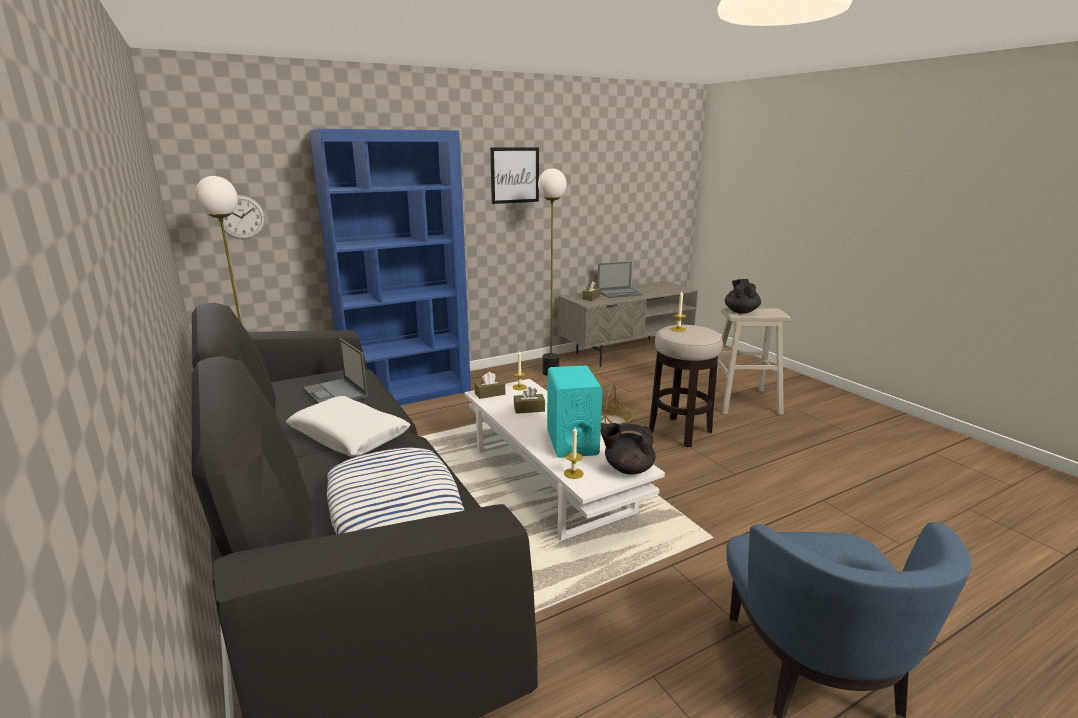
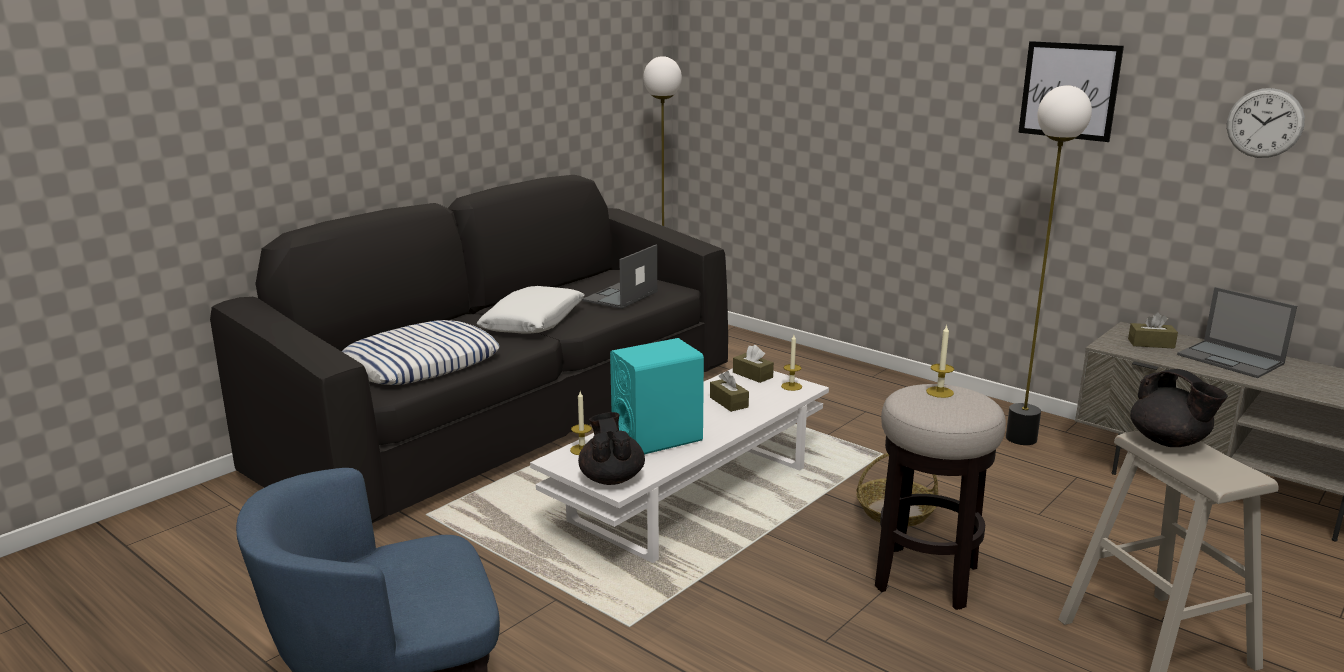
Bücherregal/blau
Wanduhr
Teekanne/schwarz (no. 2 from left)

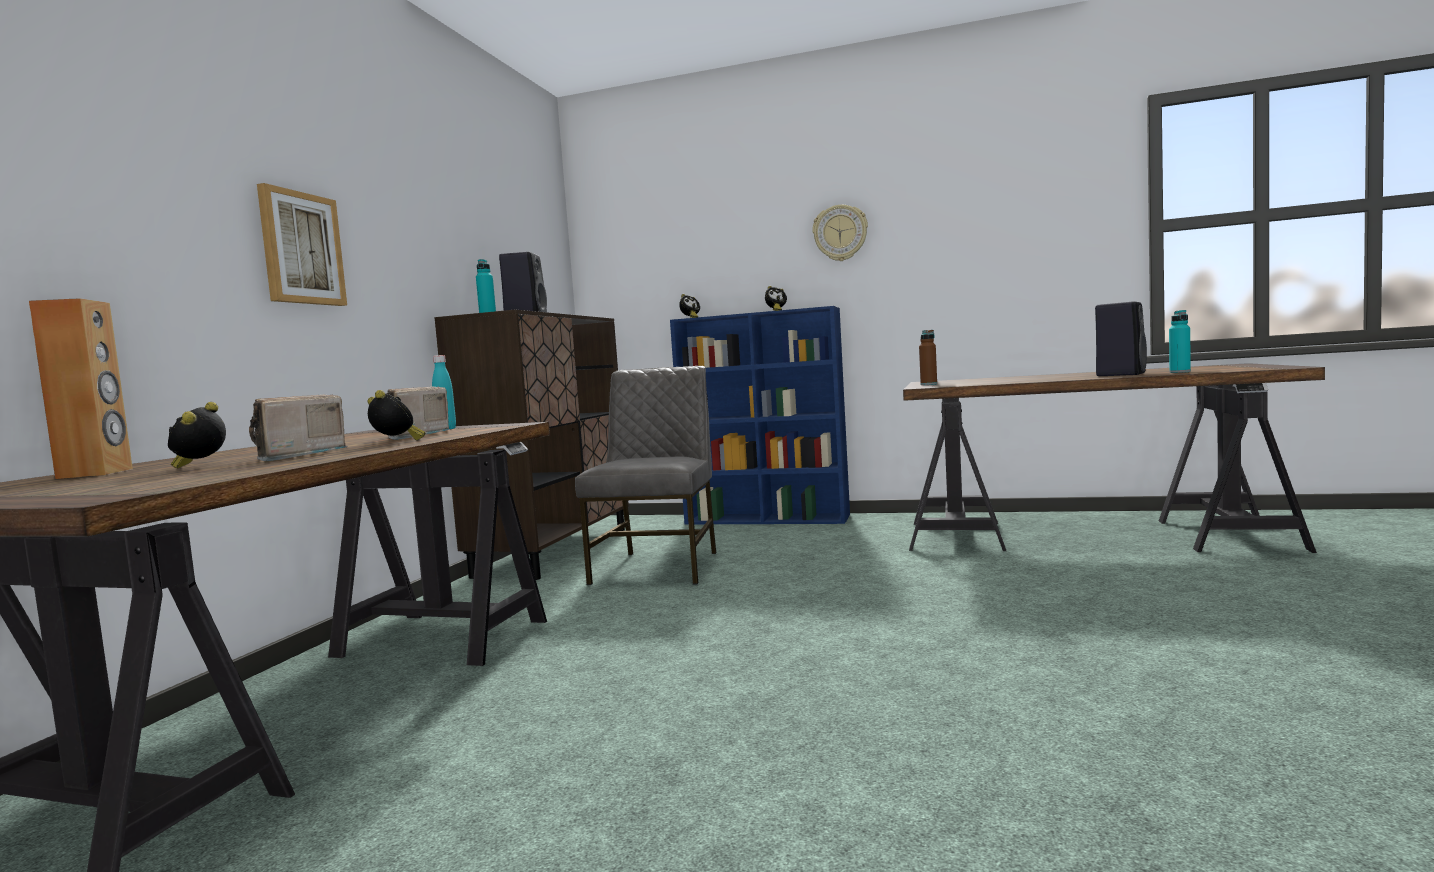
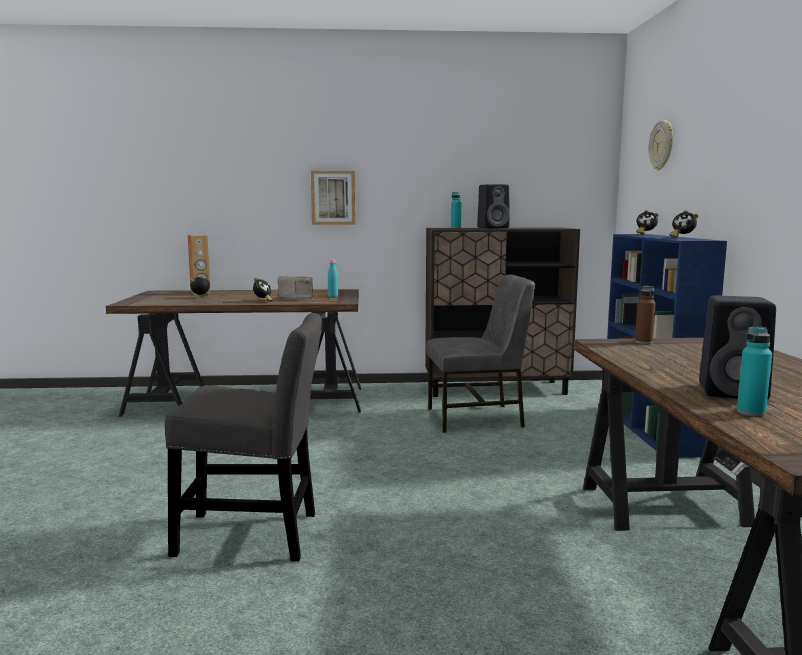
Radio (no. 1 from left in the first image)
Stuhl/grau (no. 1 from left)
Wanduhr

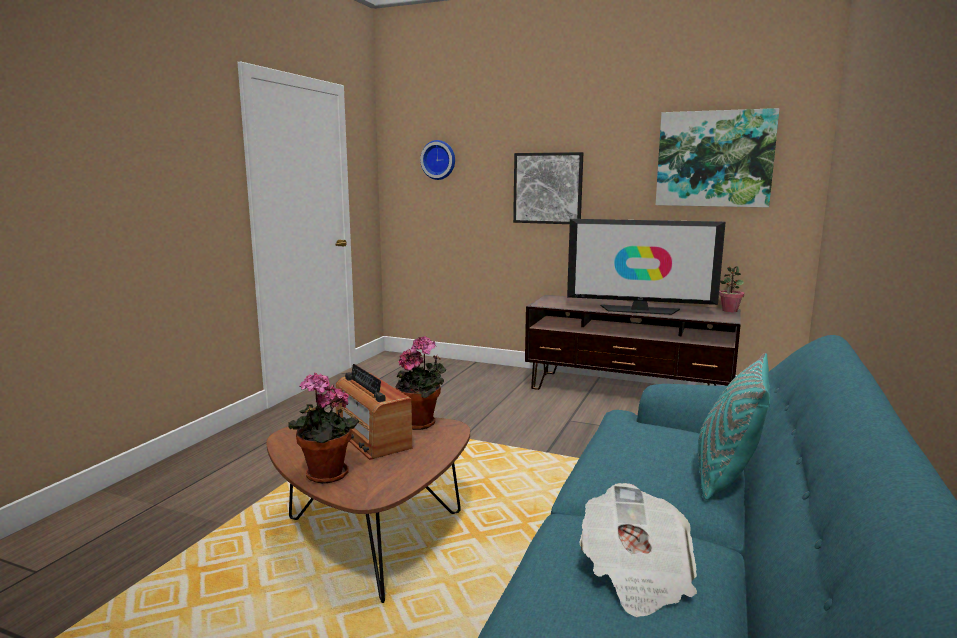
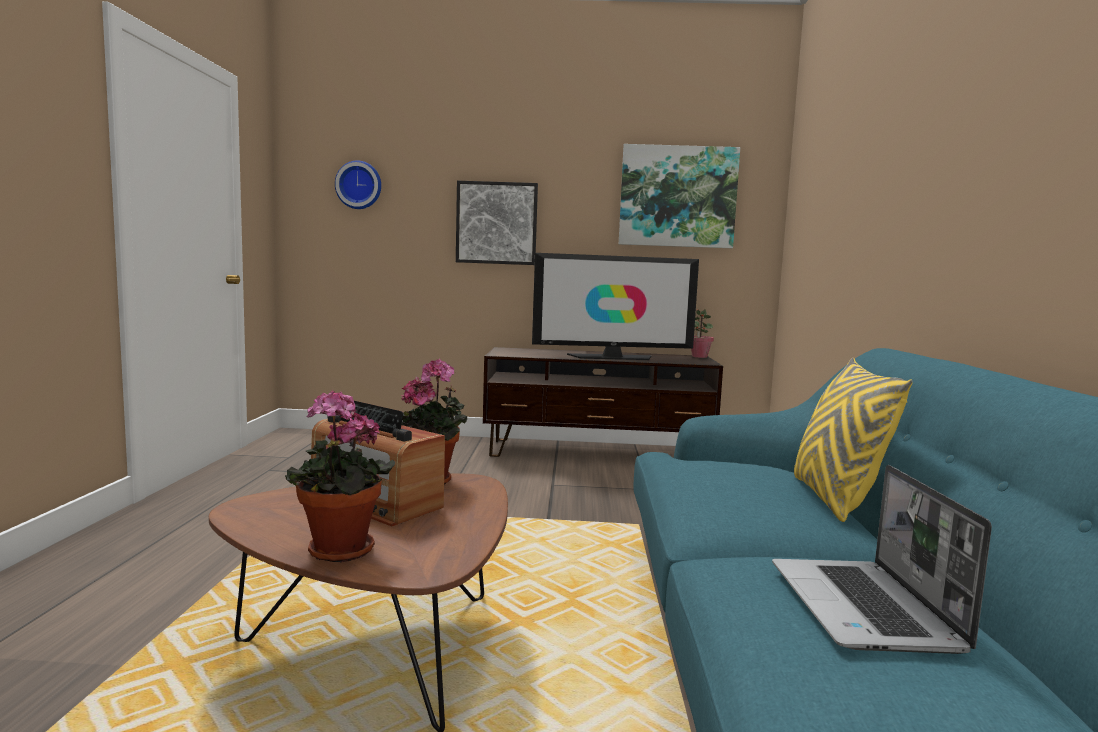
Laptop
Kissen/gelb

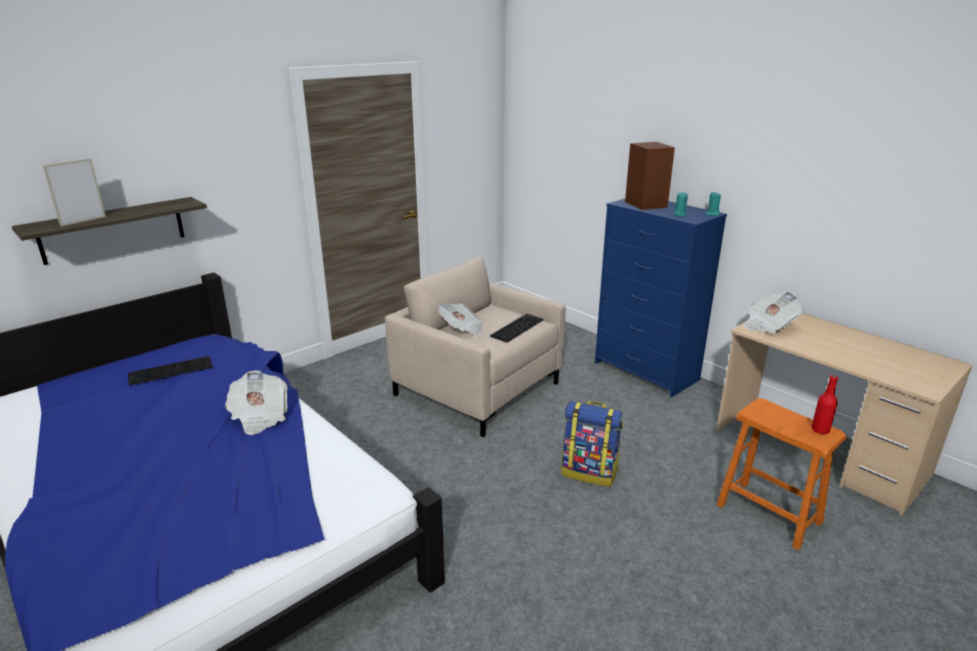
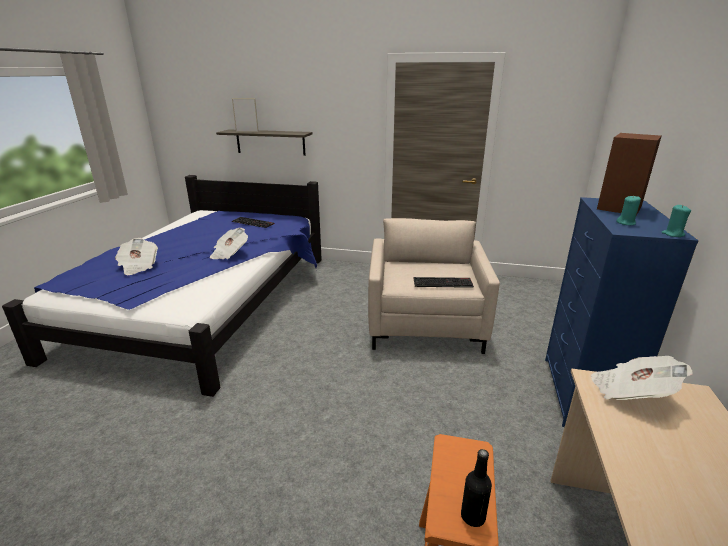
Rucksack
Zeitung (no. 1 from left)
Flasche/schwarz

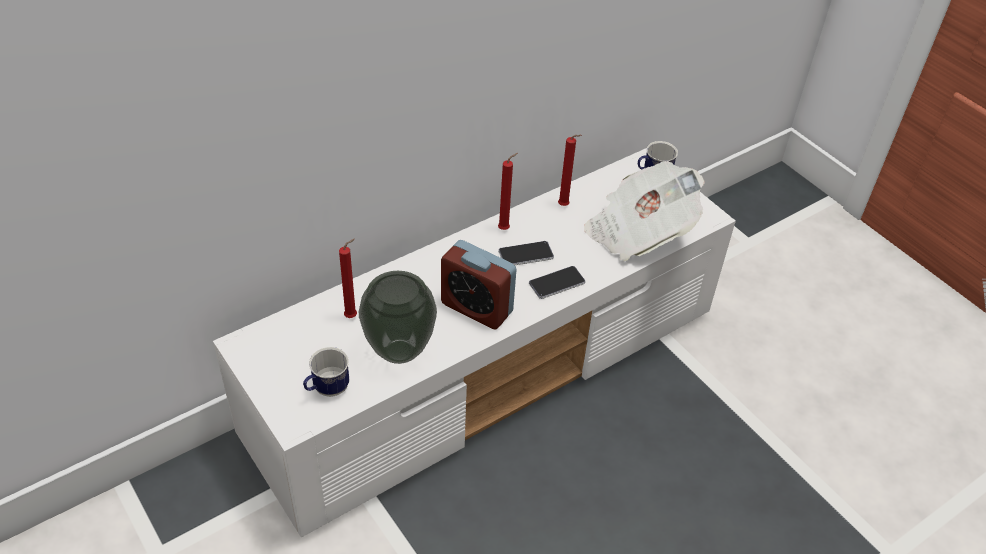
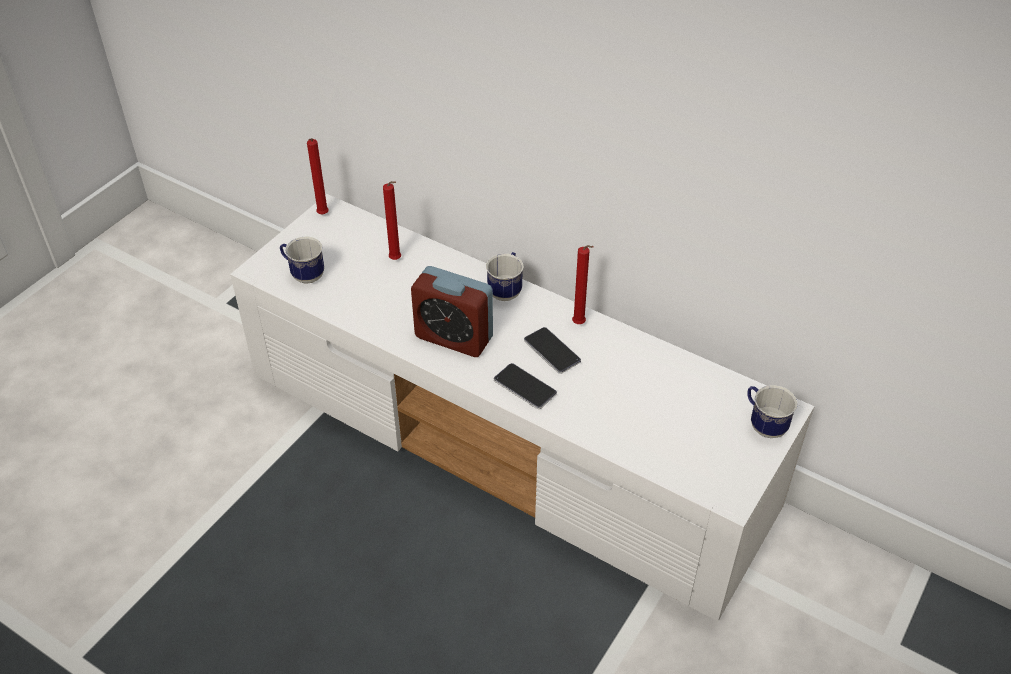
Vase
Zeitung
Henkelbecher (no. 2 from left)
Kerze/rot (no. 1 from left)
Wecker

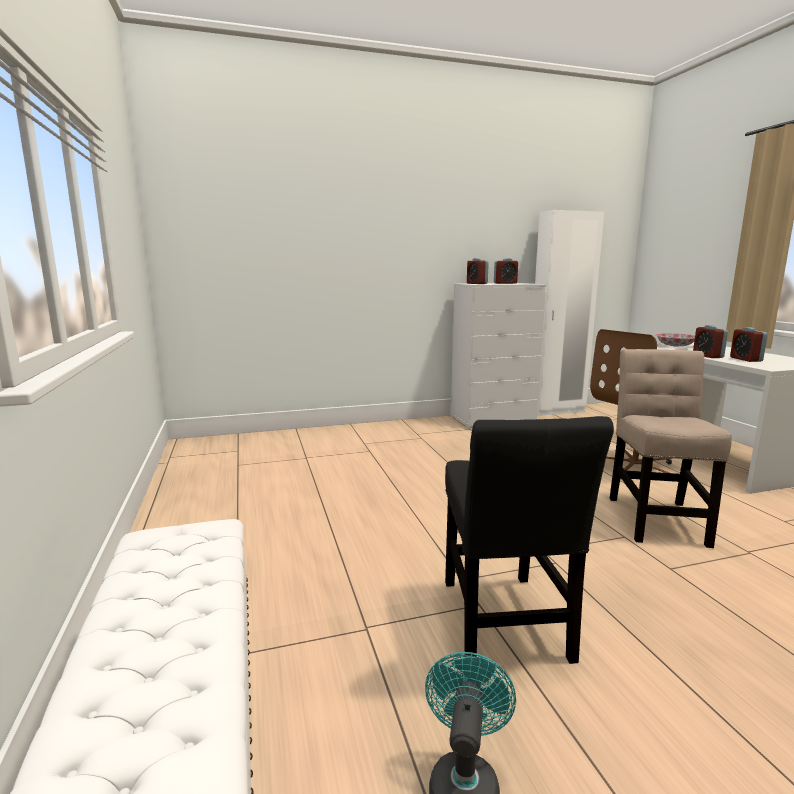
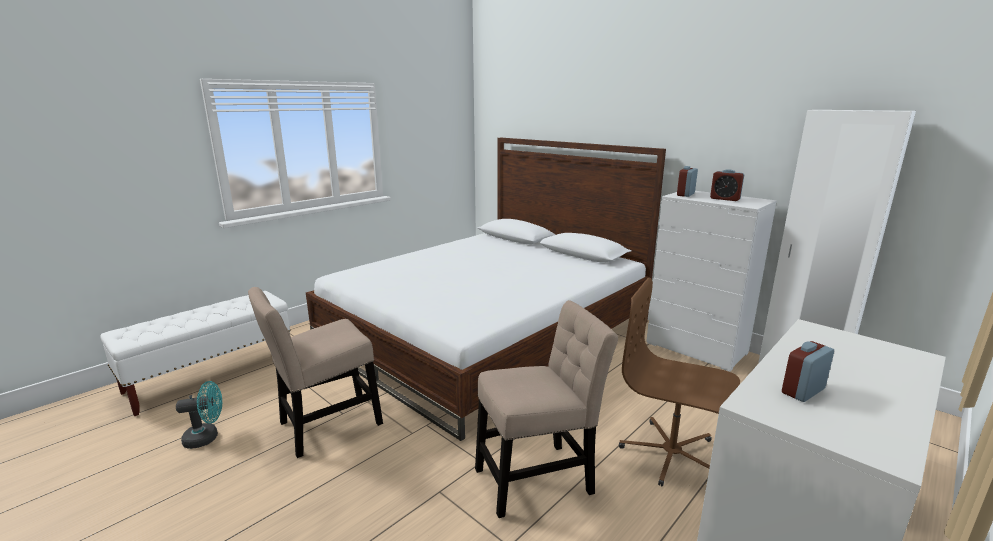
Schüssel
Wecker (no. 3 from left in the first image)
Bett
Stuhl/beige (no. 1 from left)

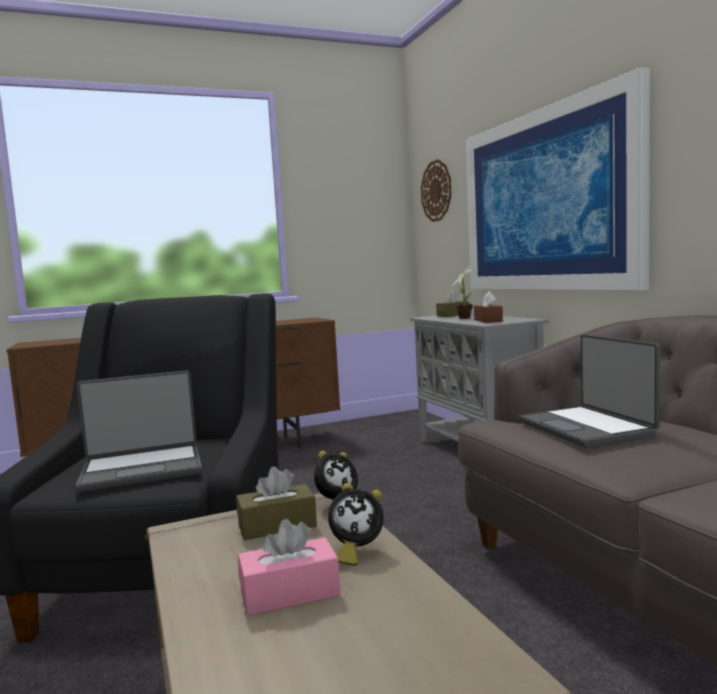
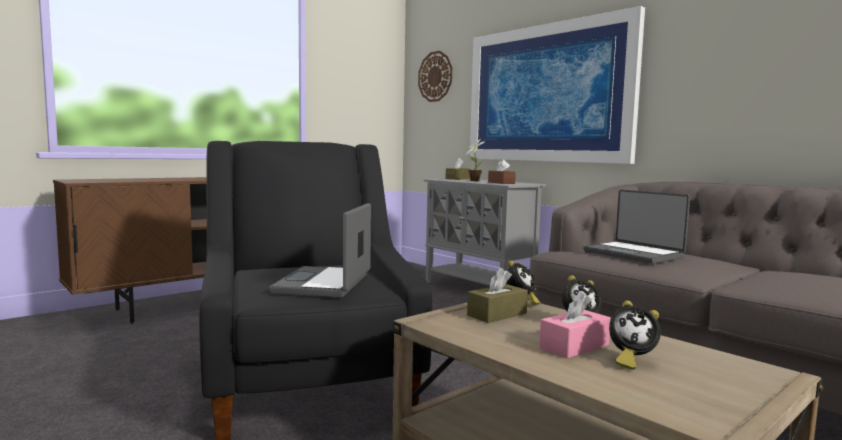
Wecker (no. 3 from left)
Laptop (no. 1 from left)

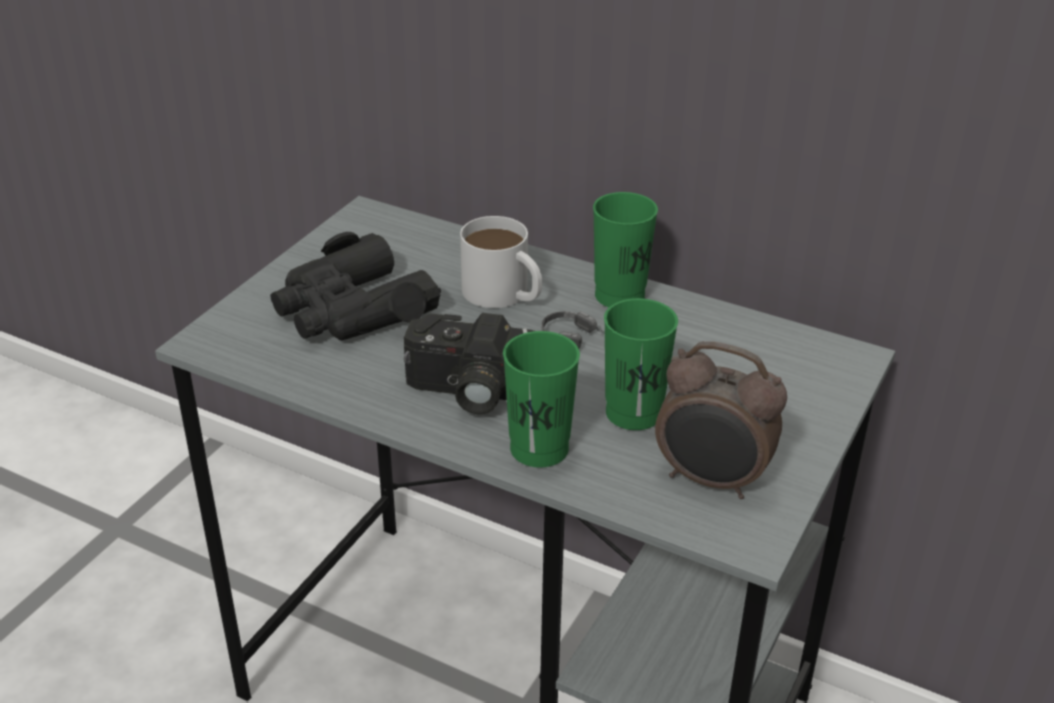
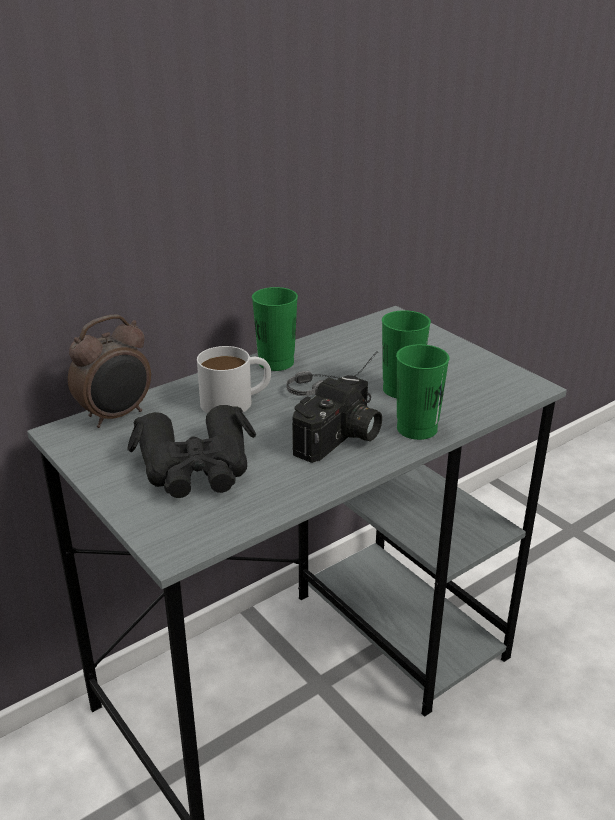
Wecker

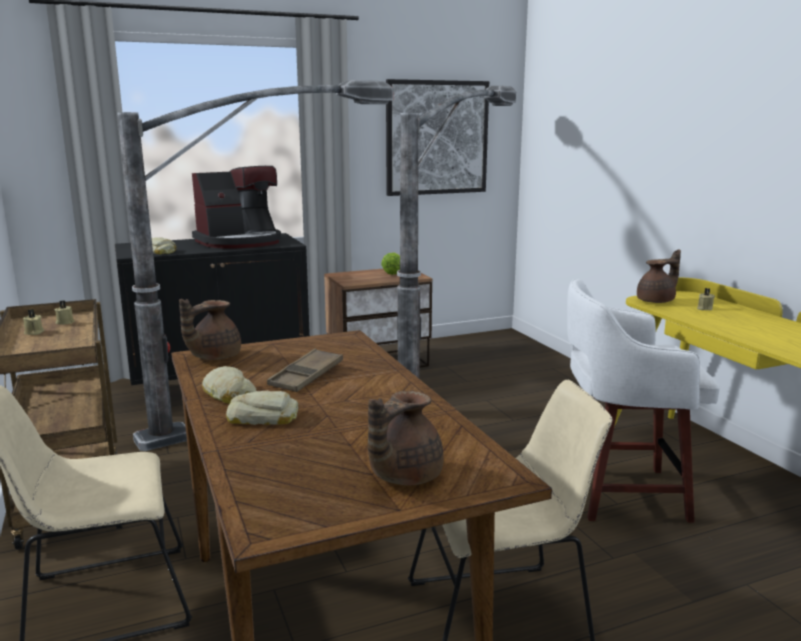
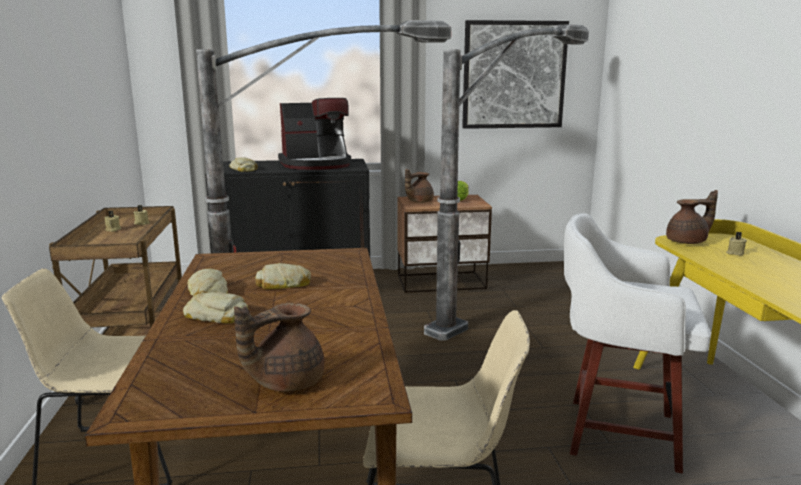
Teekanne/braun (no. 2 from left)
Brot (no. 4 from left)

